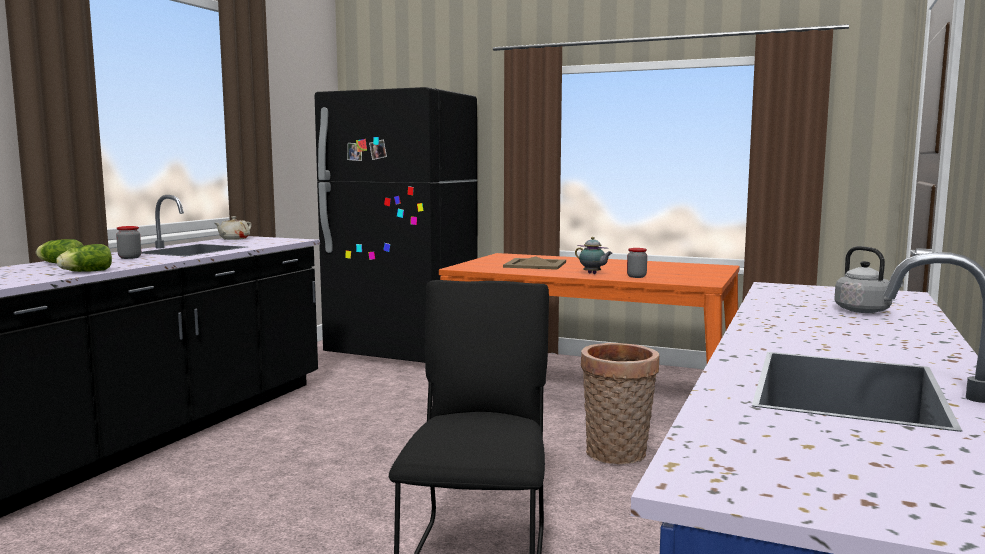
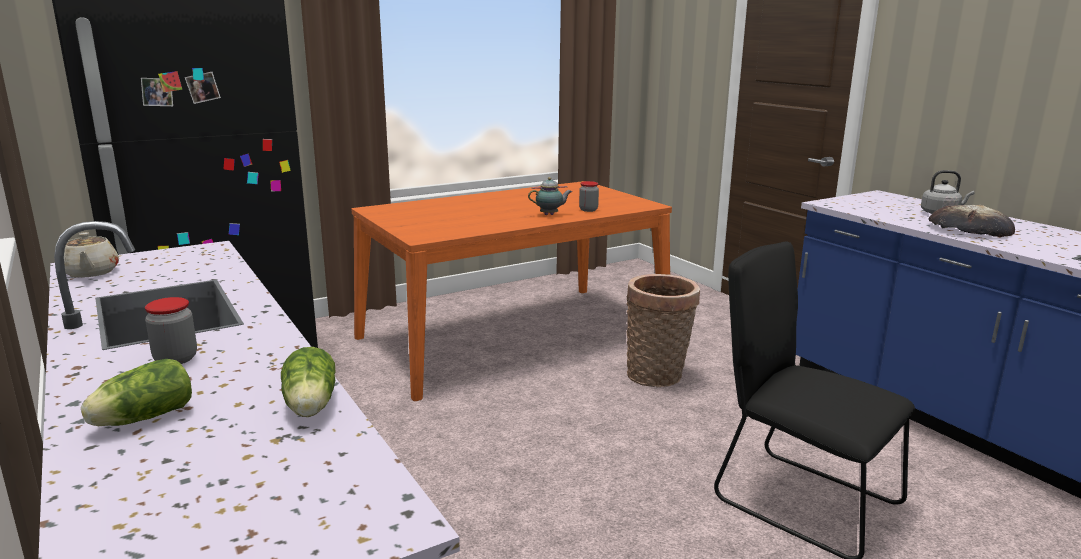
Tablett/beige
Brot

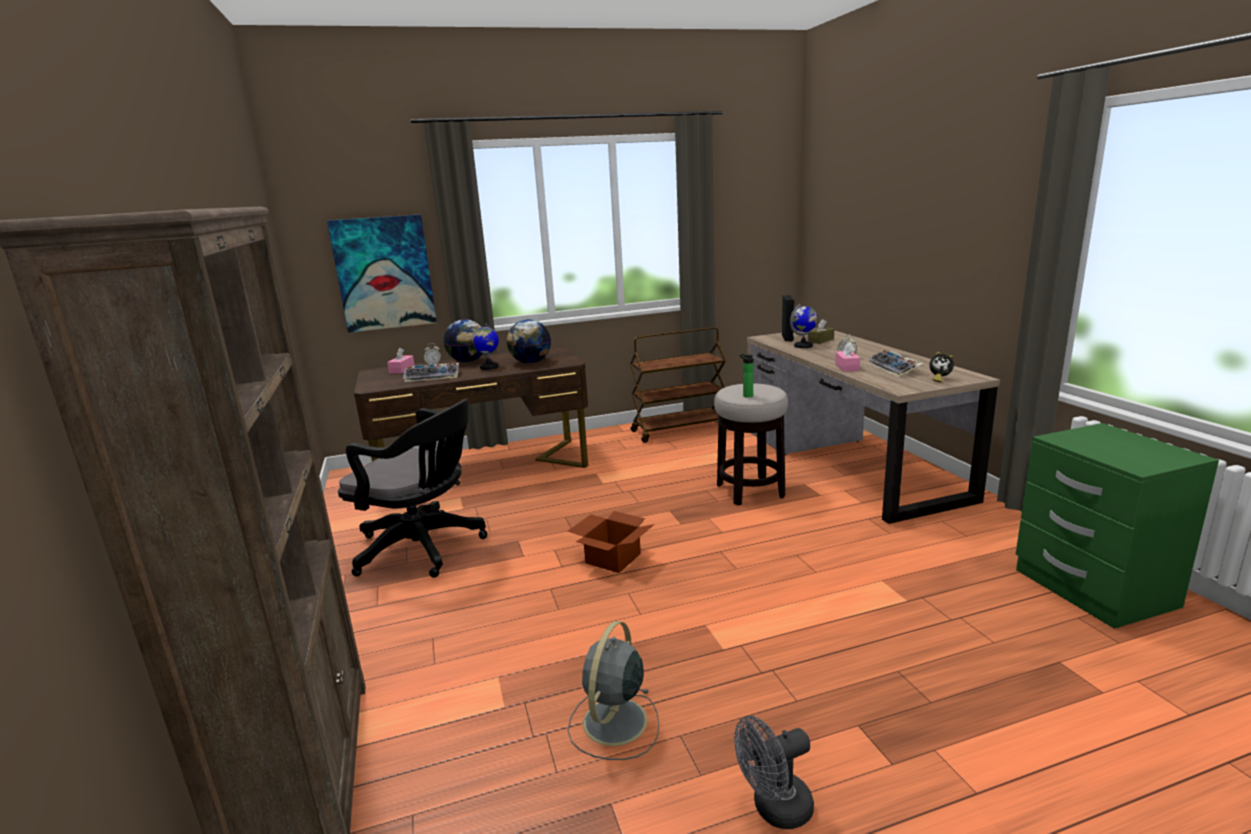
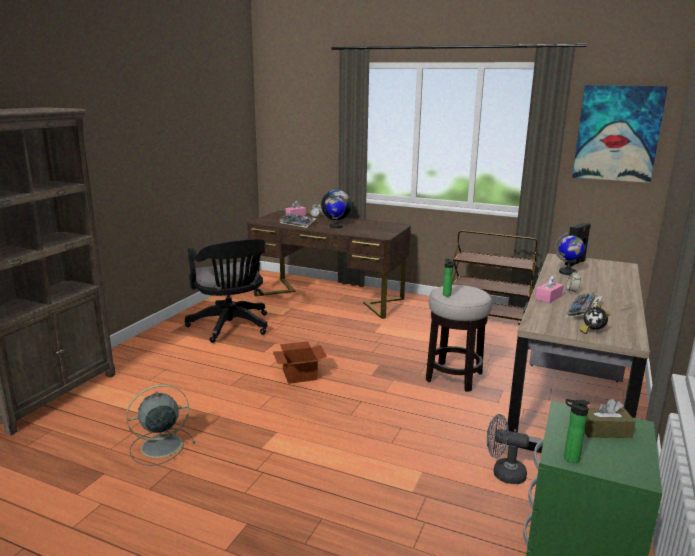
Globus (no. 3 from left in the first image)
Flasche (no. 2 from left)
Bild
Ventilator/grau (no. 2 from left)
Taschentuchbox/braun

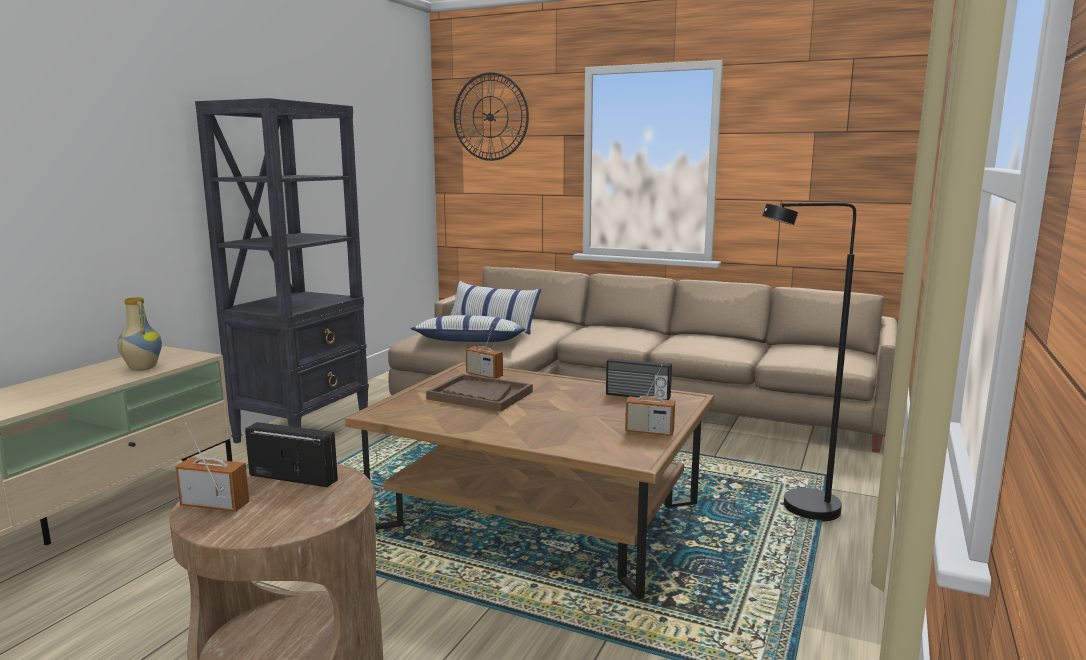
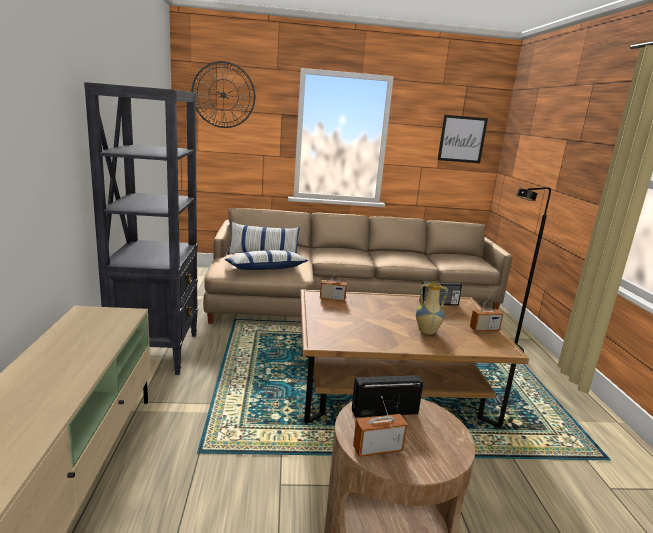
Tablett/braun
Bild
Vase

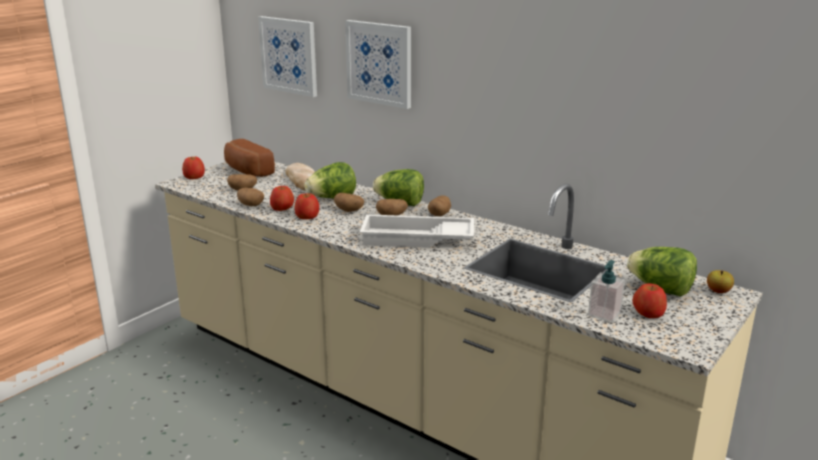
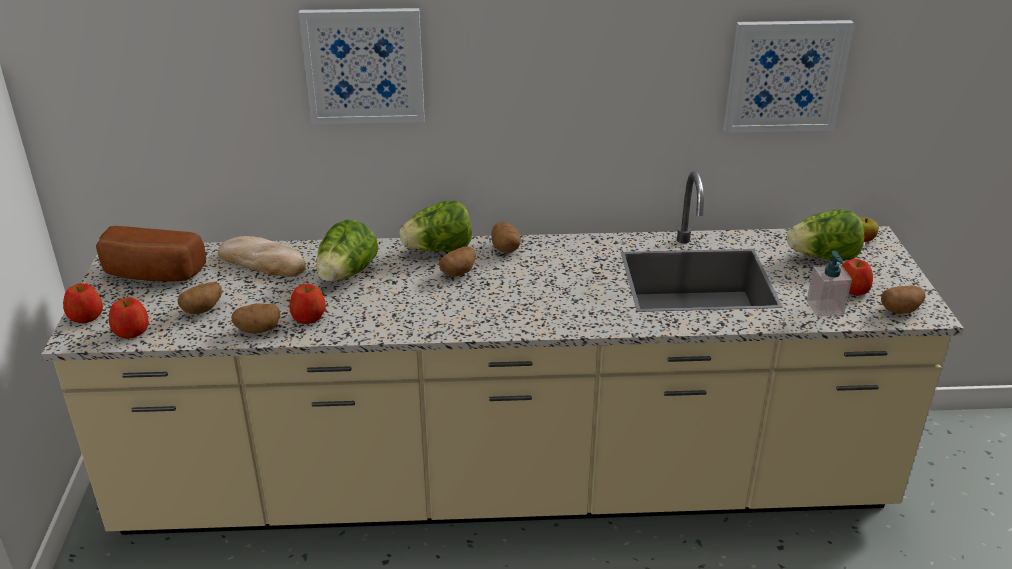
Tablett/weiß
Bild (no. 2 from left)
Apfel (no. 2 from left)
Kartoffel (no. 5 from left)

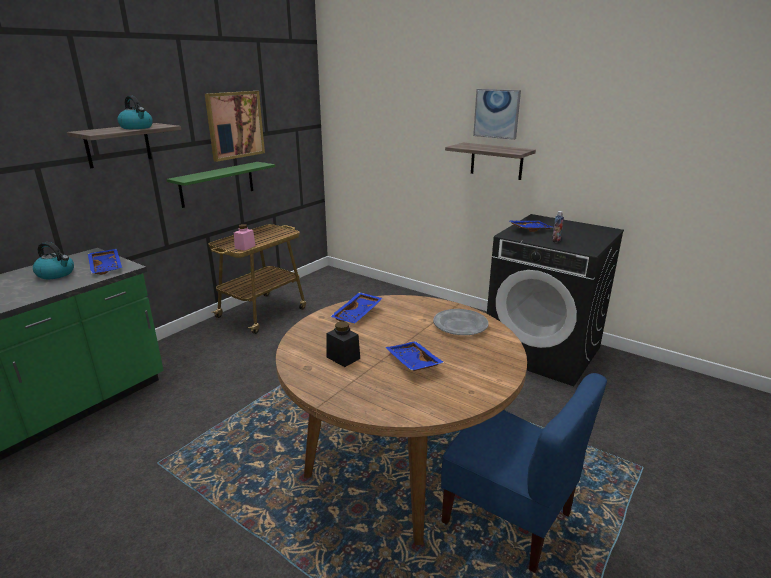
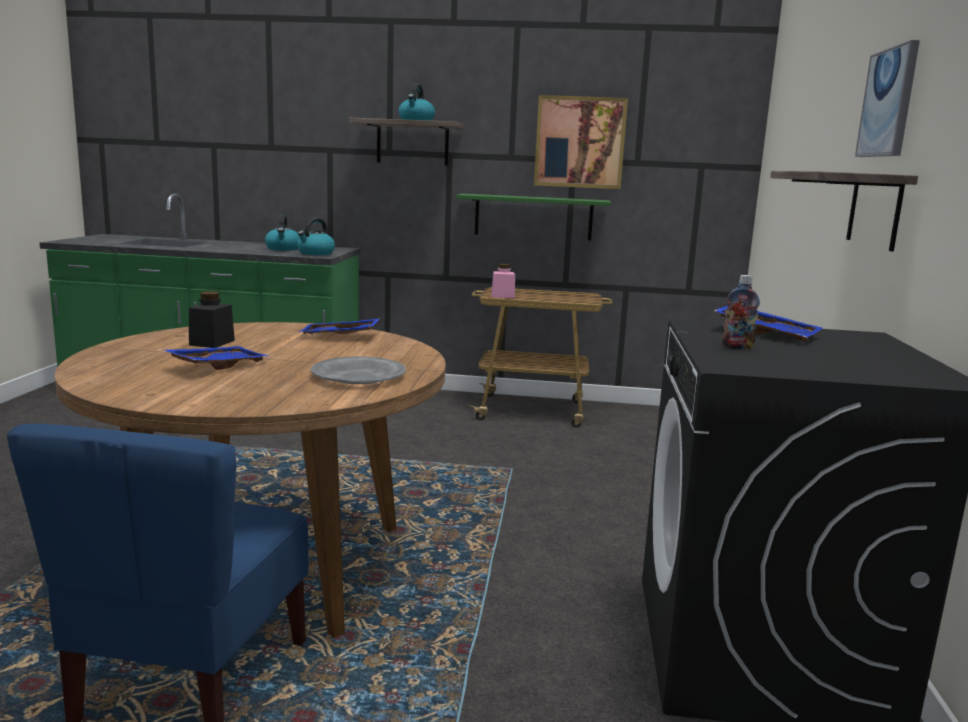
Wasserkessel (no. 2 from left)

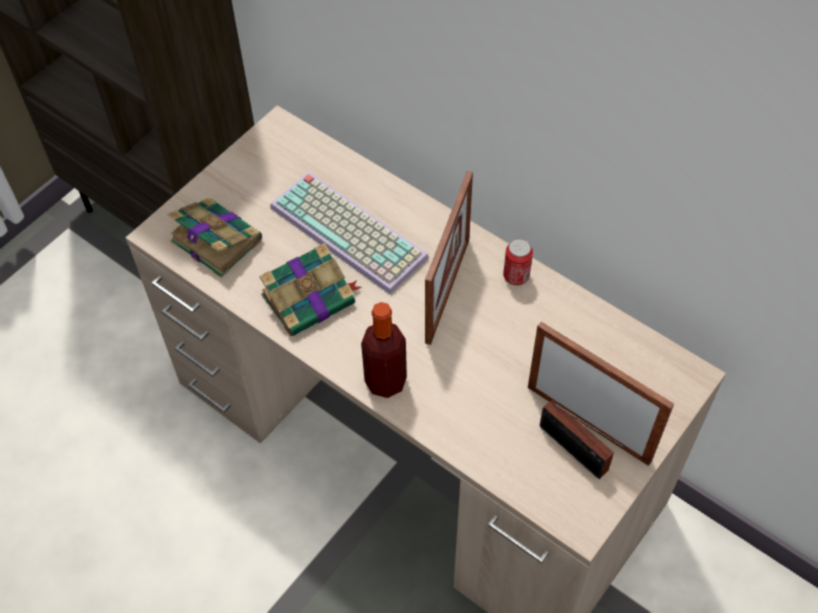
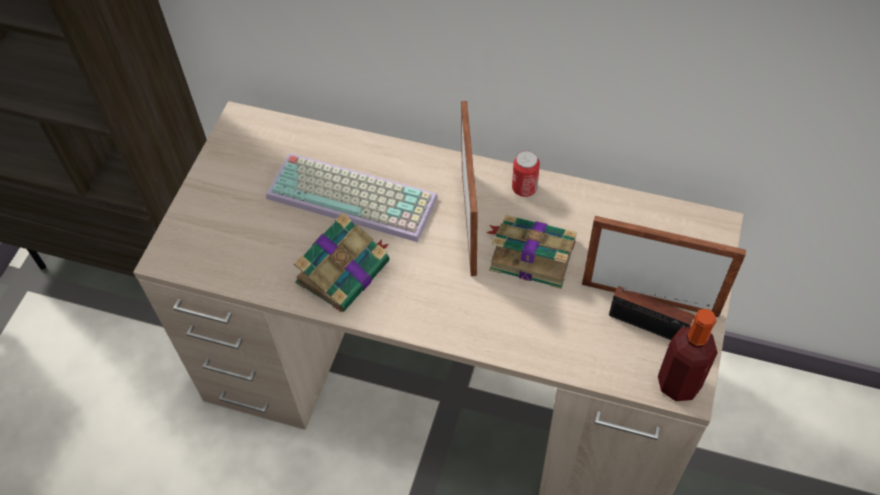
Buch (no. 2 from left)
Flasche

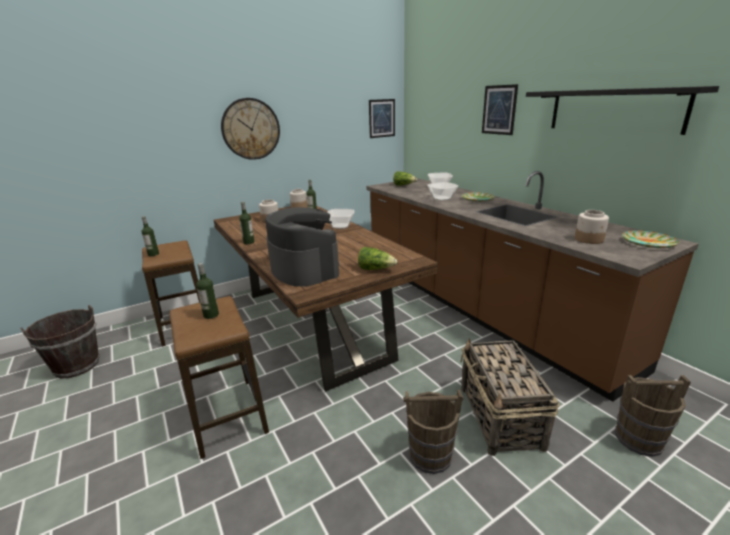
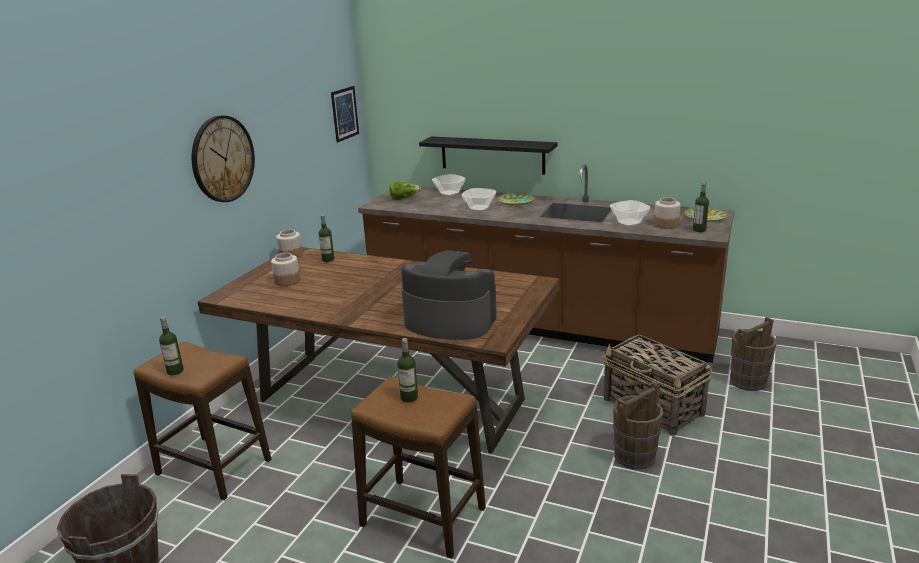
Salatkopf (no. 1 from left in the first image)
Bild (no. 2 from left in the first image)
Flasche (no. 4 from left)
Schüssel (no. 3 from left)
Wandregal/schwarz

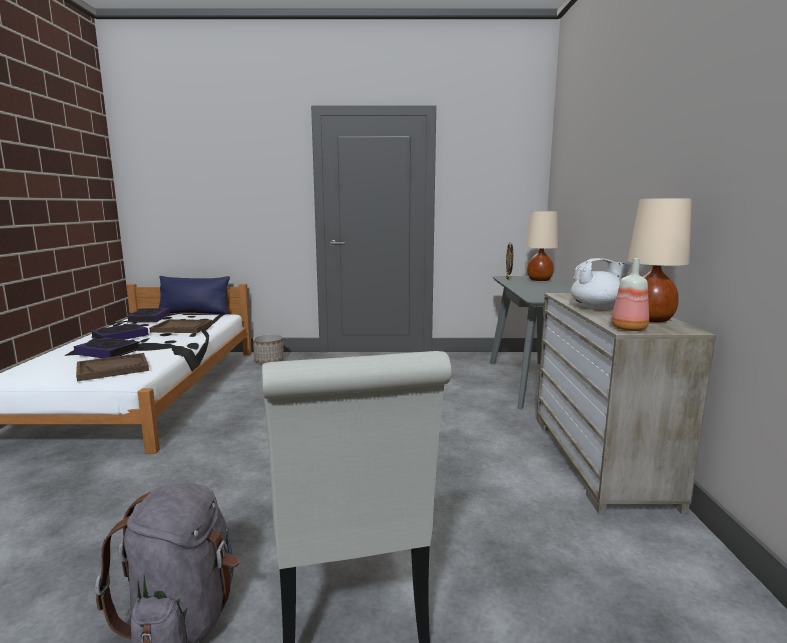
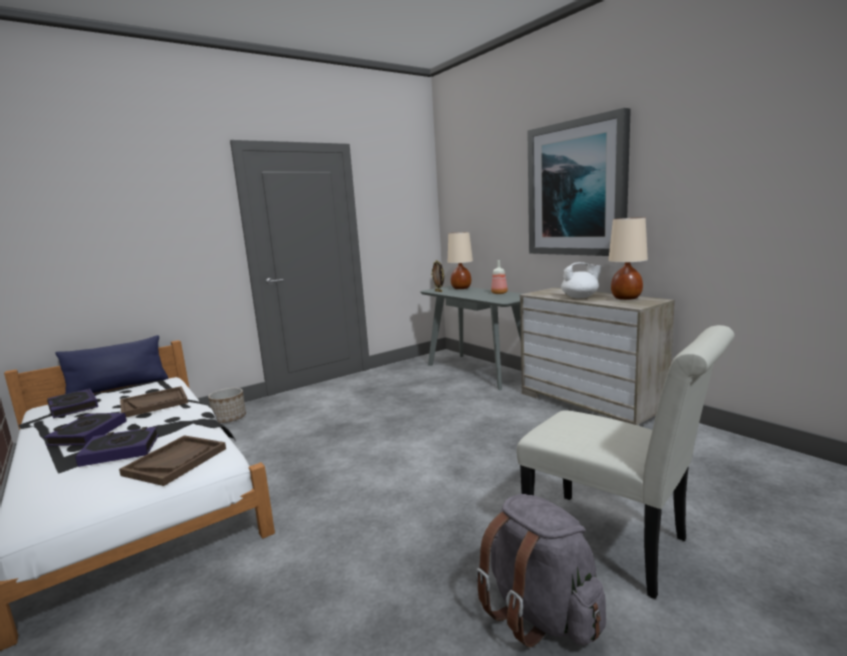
Bild
Flasche
Teekanne/weiß

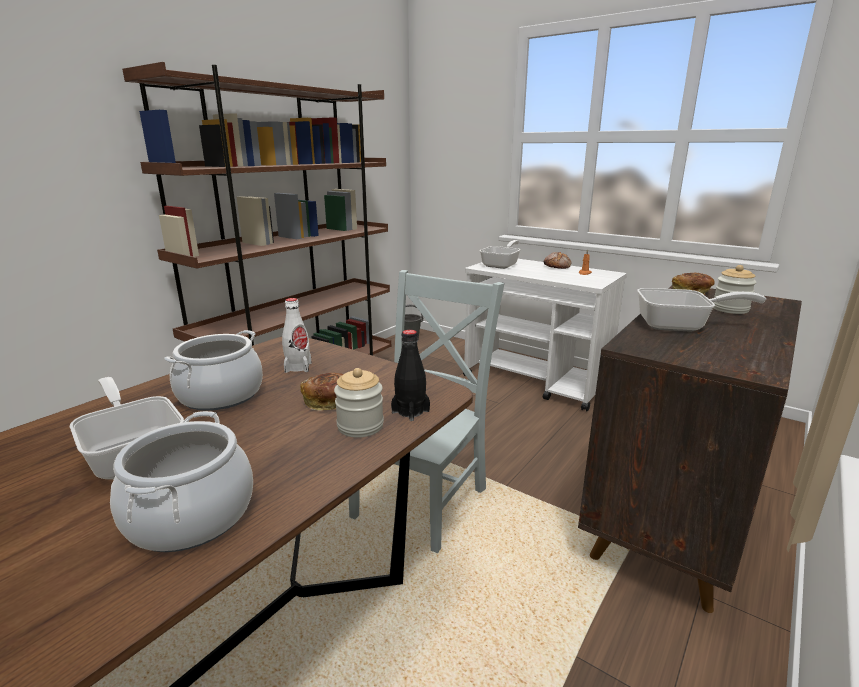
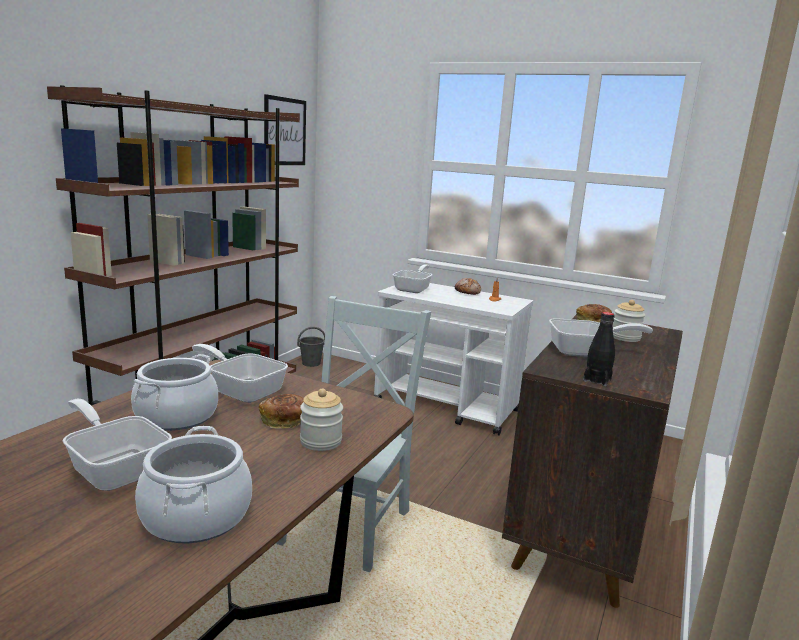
Bild
Flasche/schwarz
Pfanne (no. 2 from left)

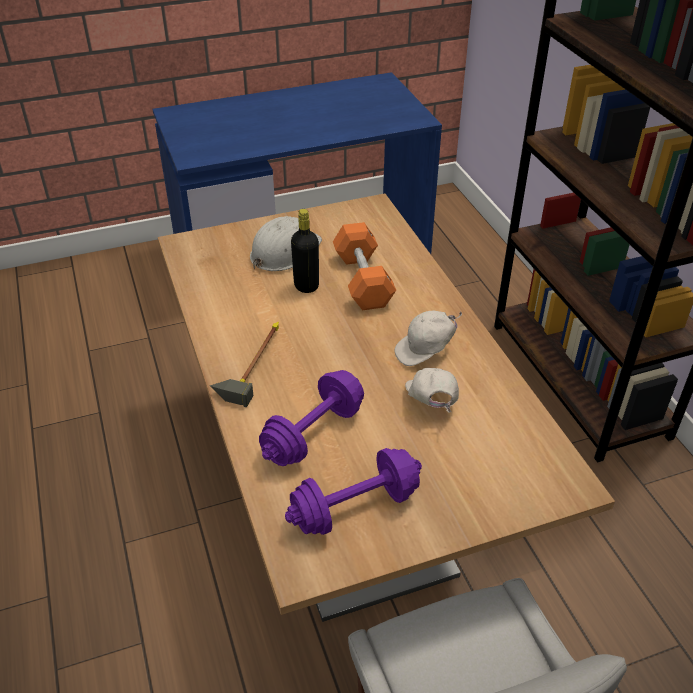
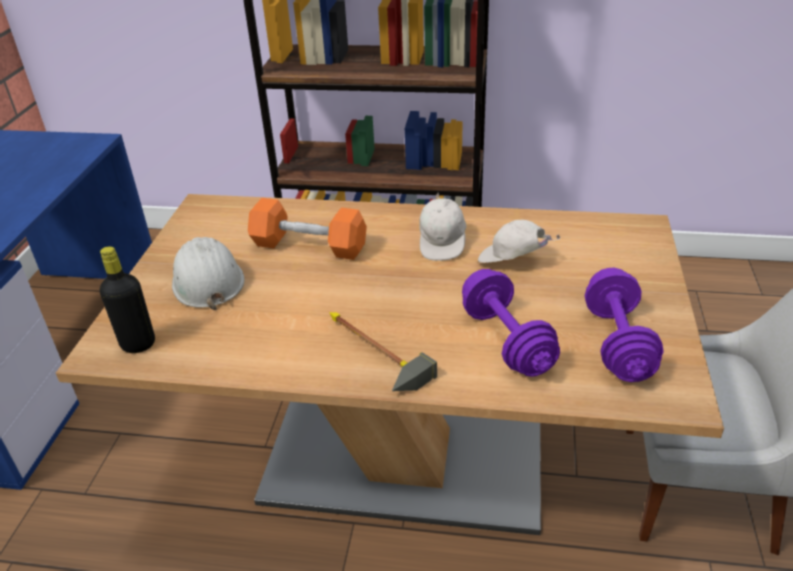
Flasche/schwarz

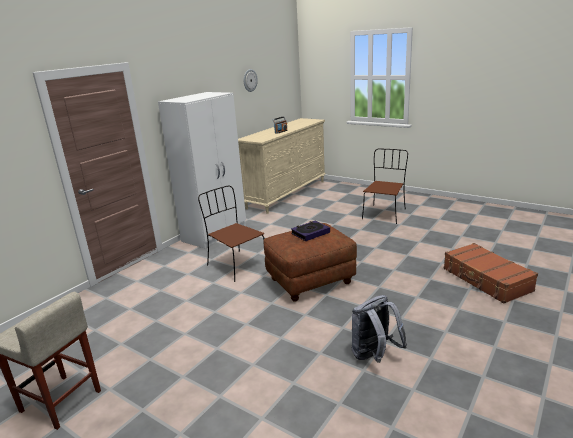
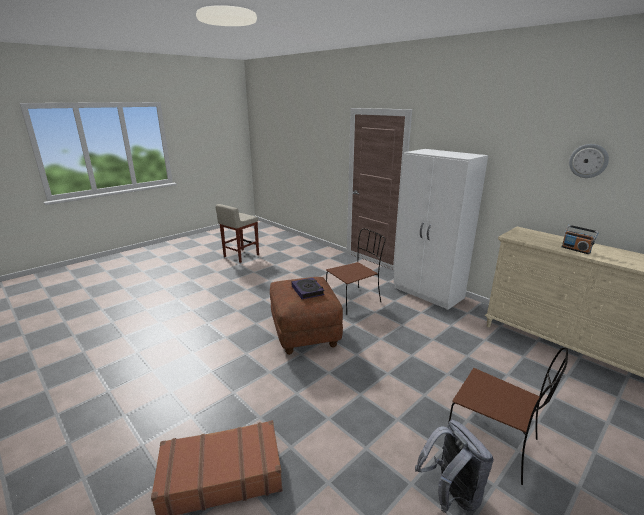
Rucksack/grau

